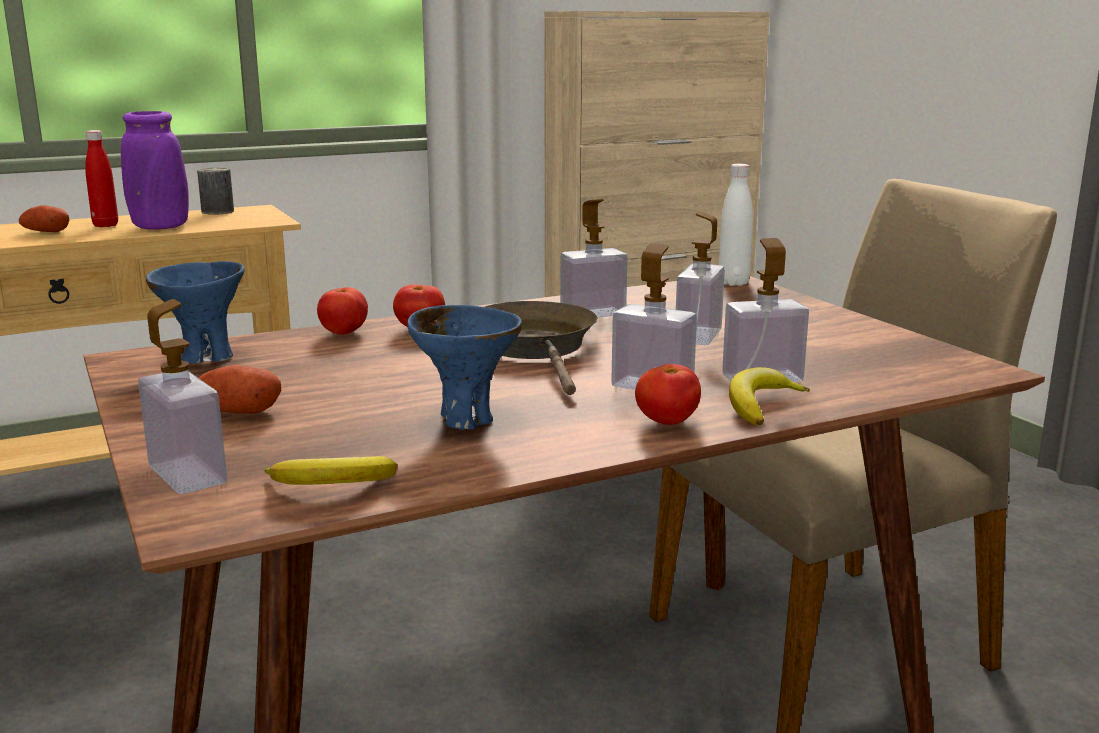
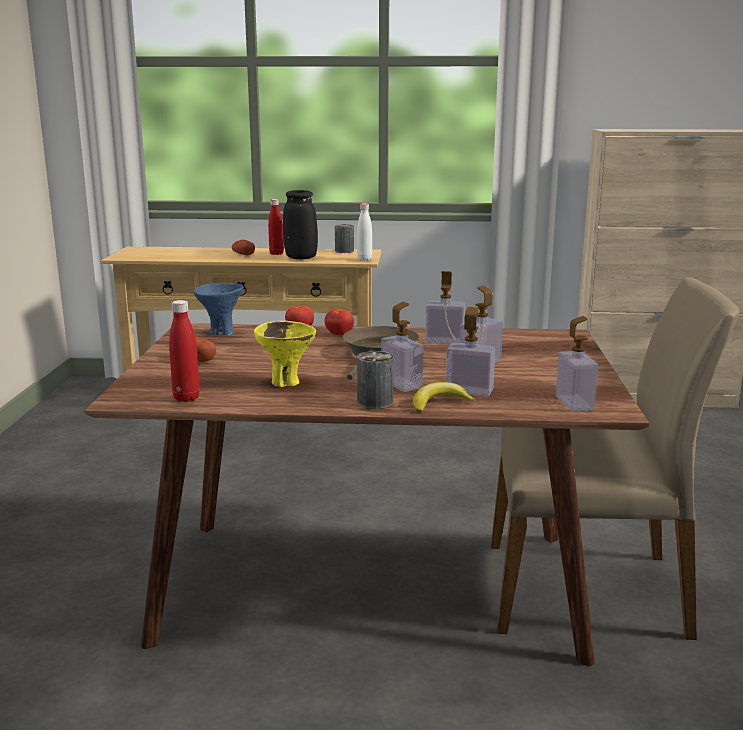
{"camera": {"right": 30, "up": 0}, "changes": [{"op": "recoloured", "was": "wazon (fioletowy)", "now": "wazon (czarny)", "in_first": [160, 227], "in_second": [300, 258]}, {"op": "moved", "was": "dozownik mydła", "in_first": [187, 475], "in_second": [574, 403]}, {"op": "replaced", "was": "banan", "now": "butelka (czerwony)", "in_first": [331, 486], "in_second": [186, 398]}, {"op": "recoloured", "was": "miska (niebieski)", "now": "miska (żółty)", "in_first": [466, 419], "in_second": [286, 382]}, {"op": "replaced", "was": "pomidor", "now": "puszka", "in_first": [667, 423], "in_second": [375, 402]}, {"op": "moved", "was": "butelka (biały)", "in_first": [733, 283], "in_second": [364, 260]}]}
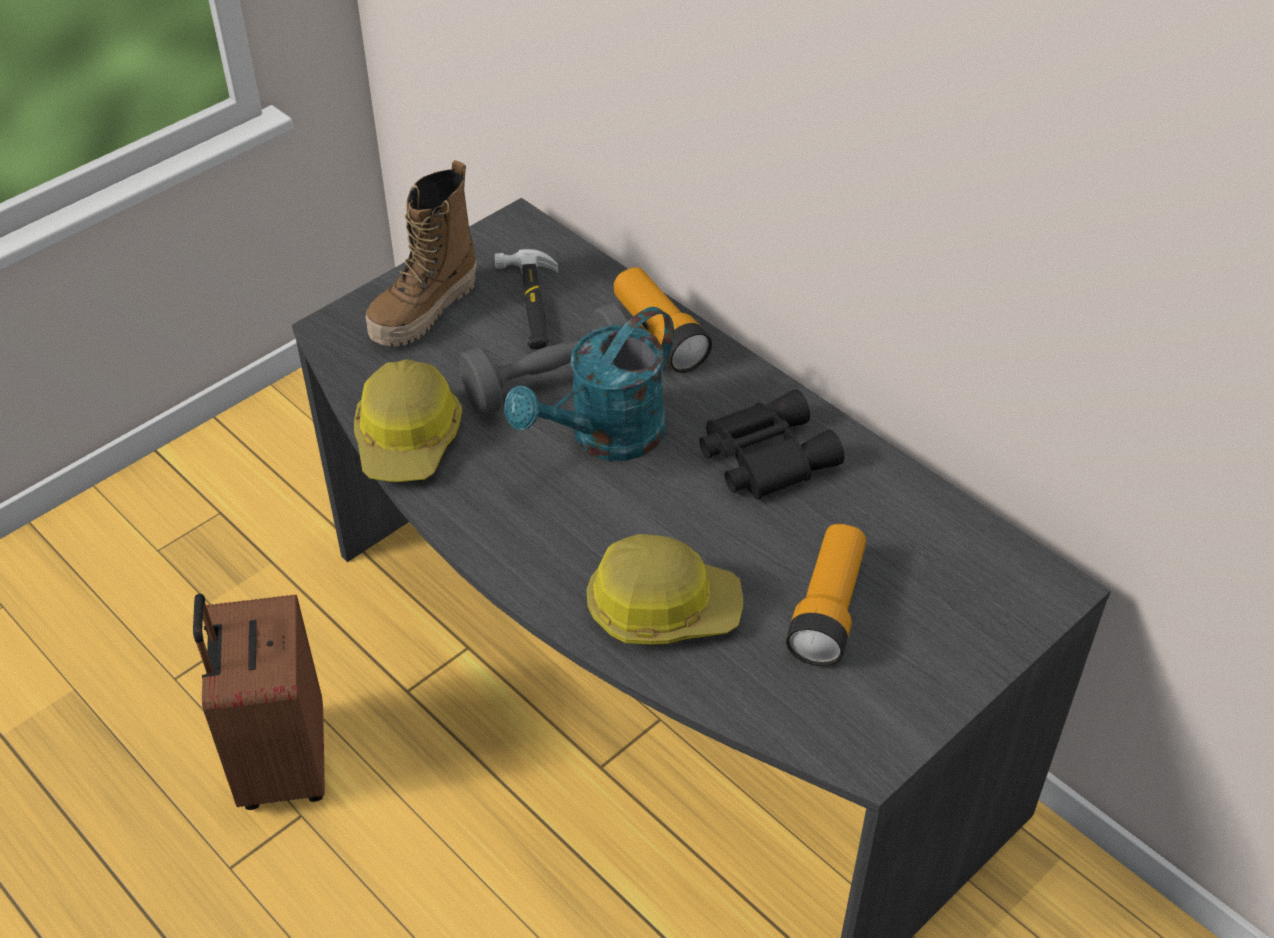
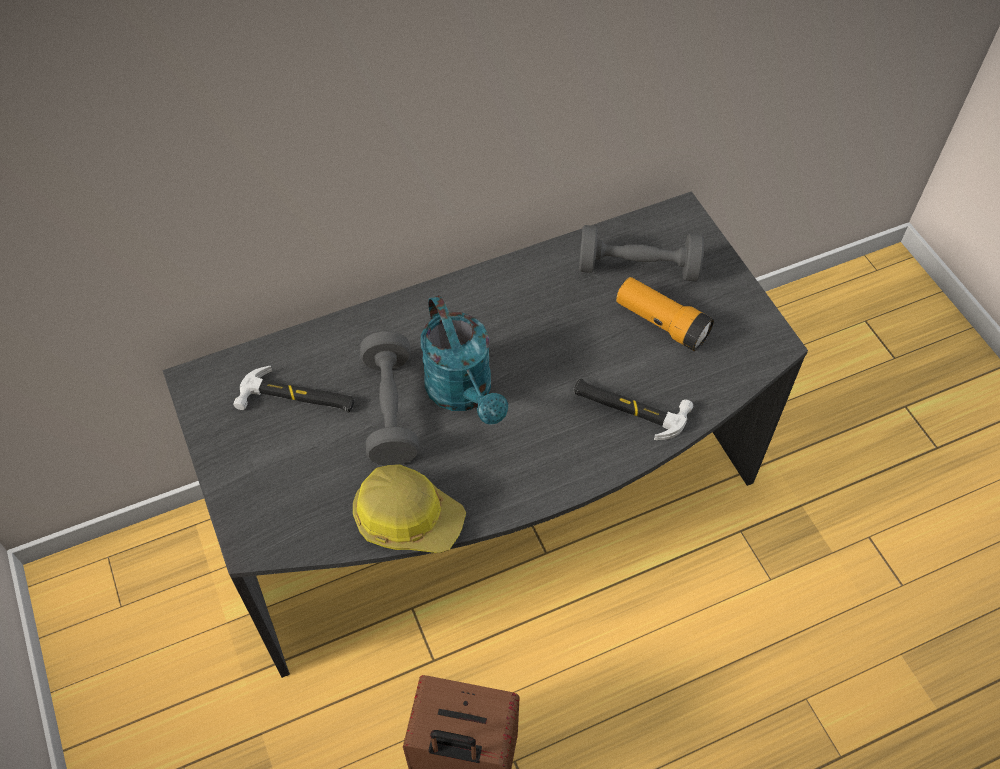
{"camera": {"right": -70, "up": 10}, "changes": [{"op": "removed", "was": "but z cholewką", "in_first": [425, 311]}, {"op": "replaced", "was": "kask", "now": "młotek", "in_first": [662, 607], "in_second": [629, 407]}, {"op": "removed", "was": "latarka", "in_first": [659, 335]}, {"op": "removed", "was": "lornetka (czarny)", "in_first": [763, 456]}, {"op": "added", "now": "hantel (szary)", "in_second": [638, 268]}]}
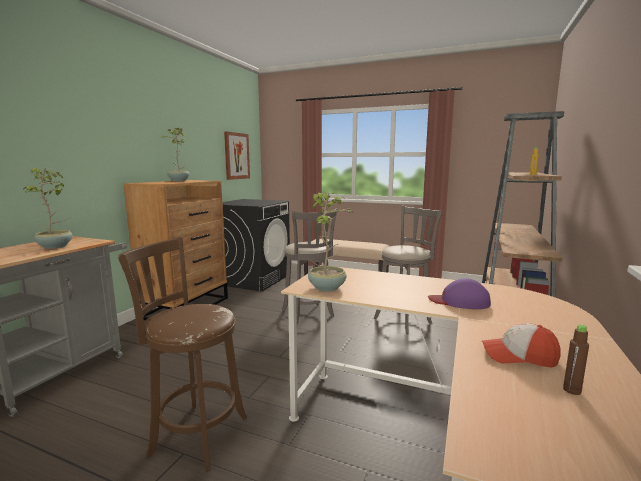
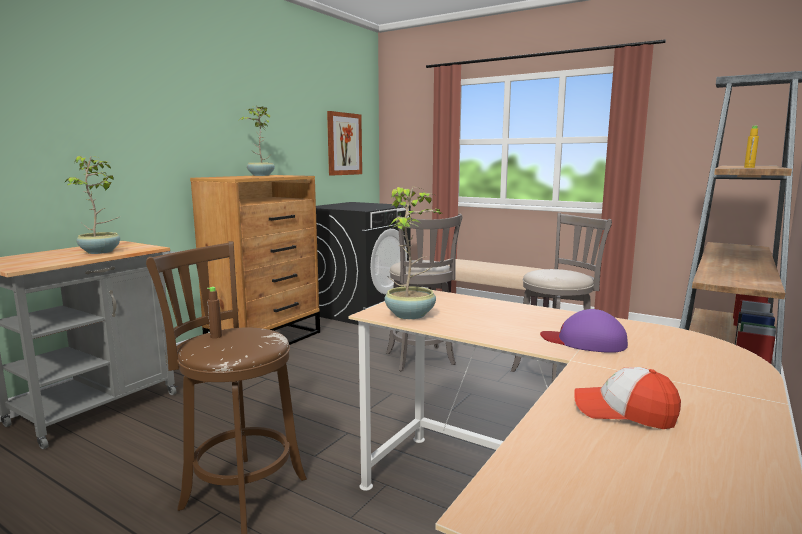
{"camera": {"right": 10, "up": 0}, "changes": [{"op": "moved", "was": "butelka (brązowy)", "in_first": [572, 390], "in_second": [216, 336]}]}
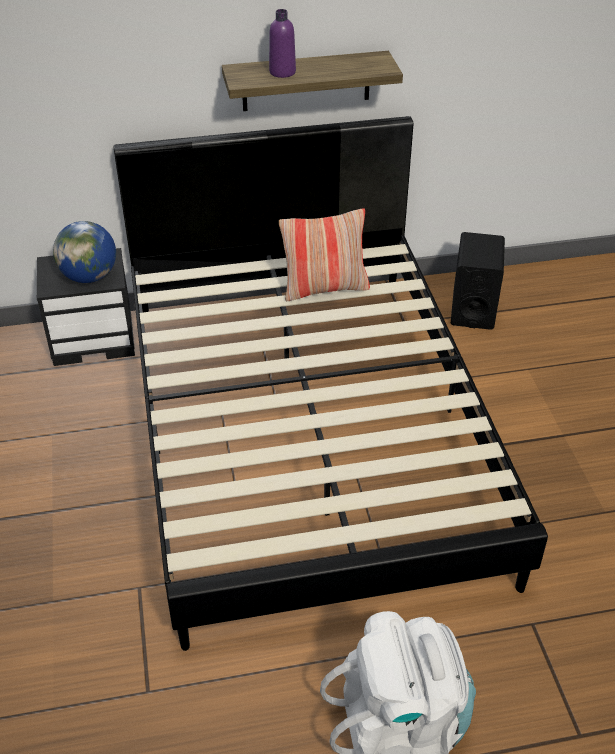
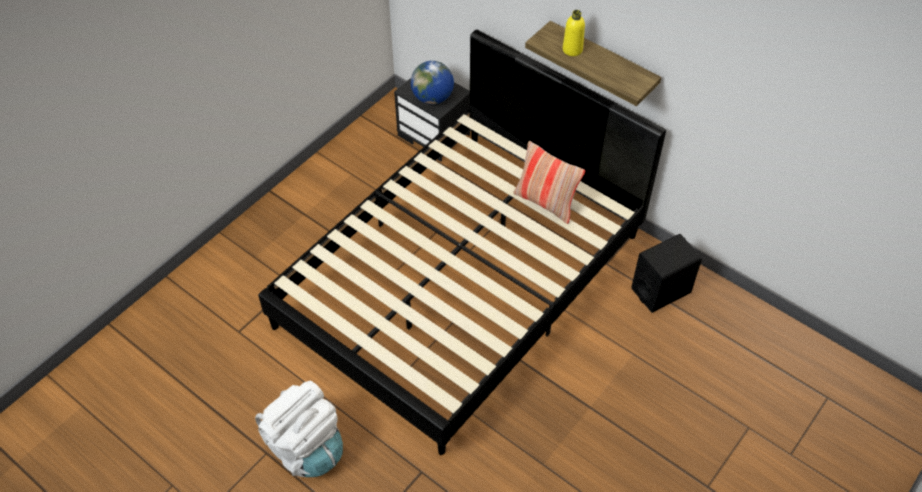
{"camera": {"right": 50, "up": 10}, "changes": [{"op": "recoloured", "was": "butelka (fioletowy)", "now": "butelka (żółty)", "in_first": [282, 72], "in_second": [572, 50]}]}
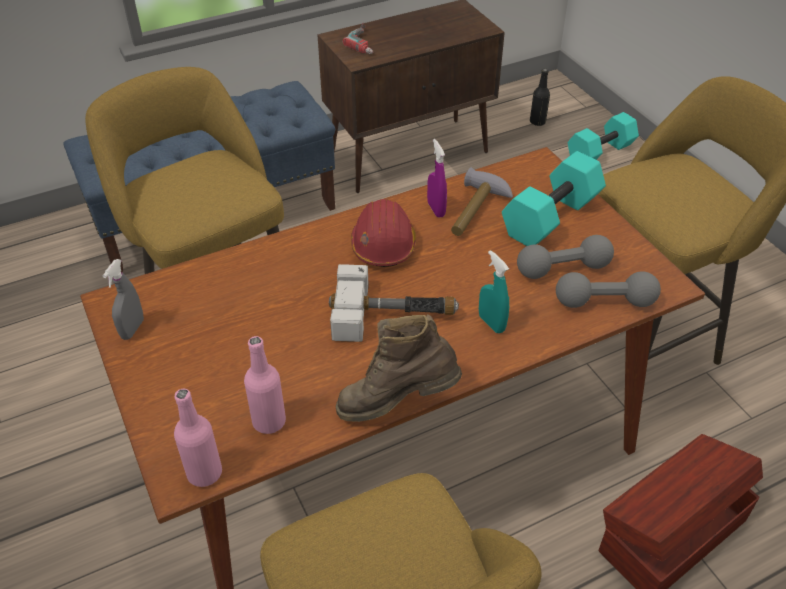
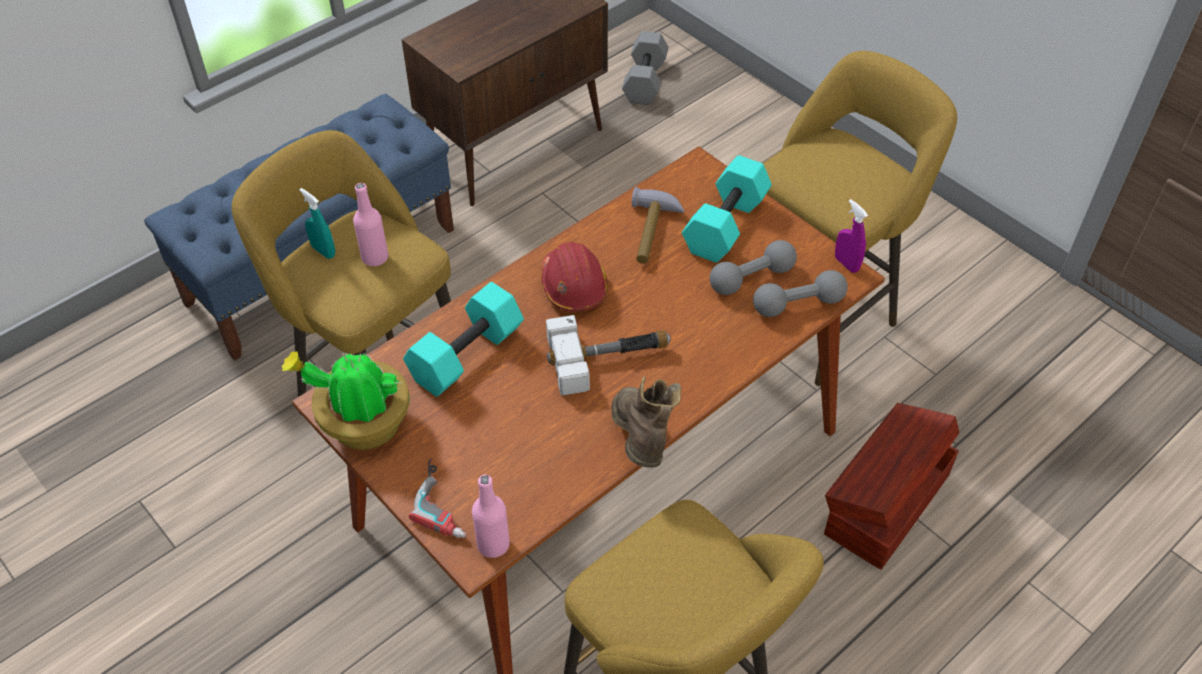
{"camera": {"right": -15, "up": 5}, "changes": [{"op": "replaced", "was": "spryskiwacz (szary)", "now": "roślina doniczkowa", "in_first": [132, 329], "in_second": [362, 425]}, {"op": "moved", "was": "butelka (różowy)", "in_first": [269, 421], "in_second": [375, 257]}, {"op": "turned", "was": "but z cholewką (brązowy)", "in_first": [397, 402], "in_second": [641, 442], "clockwise": 105}, {"op": "moved", "was": "wiertarka", "in_first": [367, 42], "in_second": [447, 502]}, {"op": "moved", "was": "spryskiwacz (fioletowy)", "in_first": [436, 209], "in_second": [846, 264]}, {"op": "moved", "was": "spryskiwacz (turkusowy)", "in_first": [491, 323], "in_second": [323, 251]}, {"op": "replaced", "was": "butelka (czarny)", "now": "hantel (szary)", "in_first": [537, 122], "in_second": [646, 81]}, {"op": "moved", "was": "hantel (turkusowy)", "in_first": [600, 151], "in_second": [466, 353]}]}
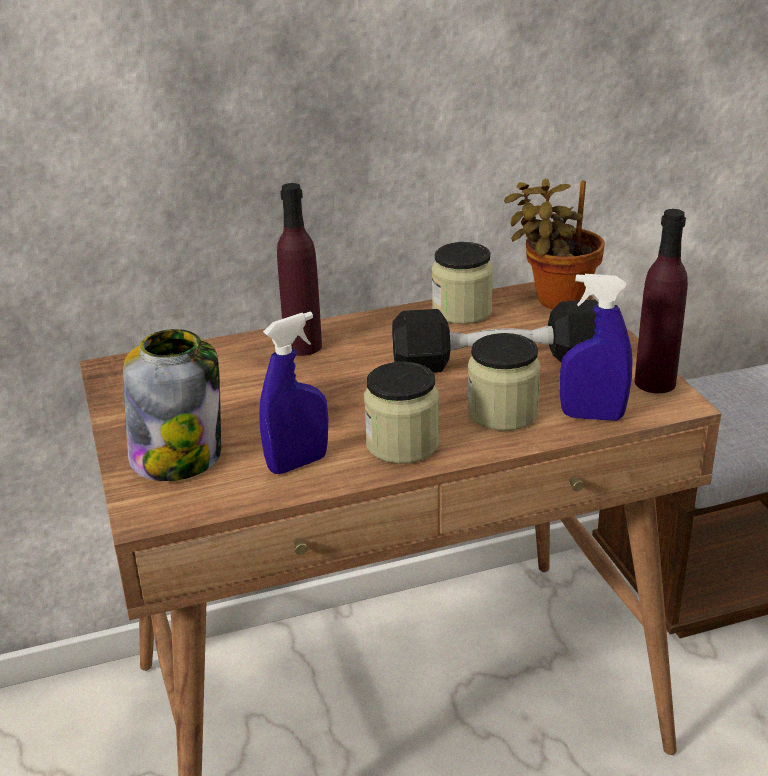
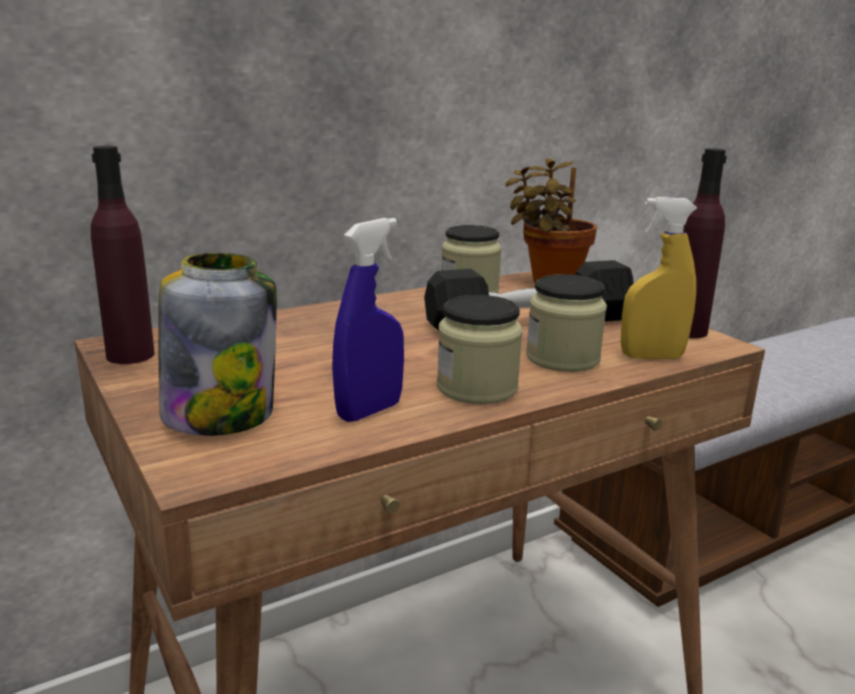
{"camera": {"right": -15, "up": -10}, "changes": [{"op": "moved", "was": "butelka (fioletowy)", "in_first": [303, 346], "in_second": [130, 355]}, {"op": "recoloured", "was": "spryskiwacz (niebieski)", "now": "spryskiwacz (żółty)", "in_first": [592, 416], "in_second": [651, 357]}]}
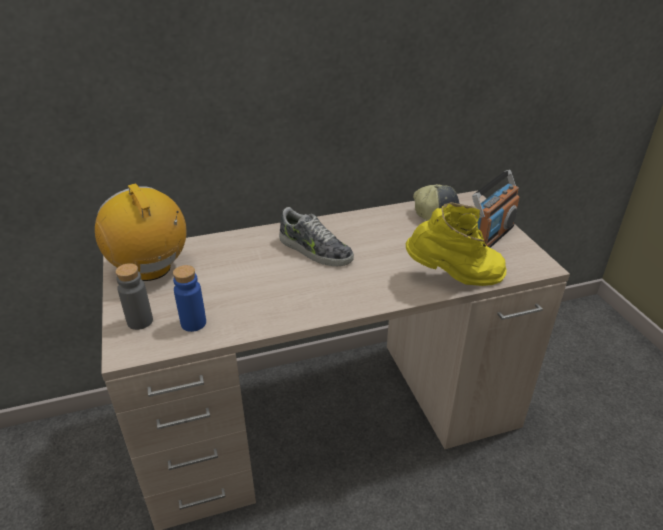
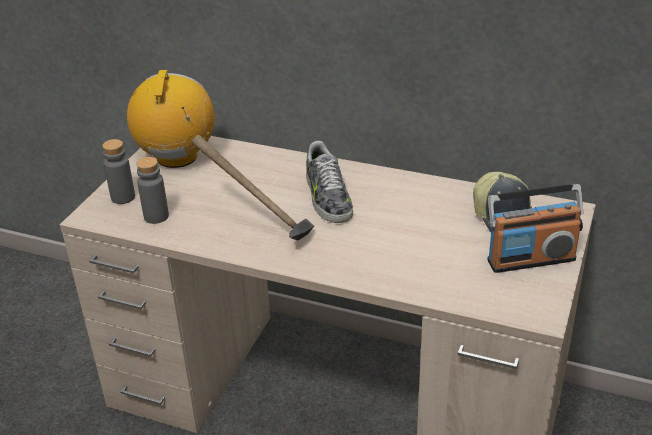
{"camera": {"right": 40, "up": 0}, "changes": [{"op": "recoloured", "was": "butelka (niebieski)", "now": "butelka (szary)", "in_first": [193, 323], "in_second": [156, 216]}, {"op": "removed", "was": "but z cholewką (żółty)", "in_first": [454, 278]}, {"op": "added", "now": "młotek", "in_second": [258, 227]}]}
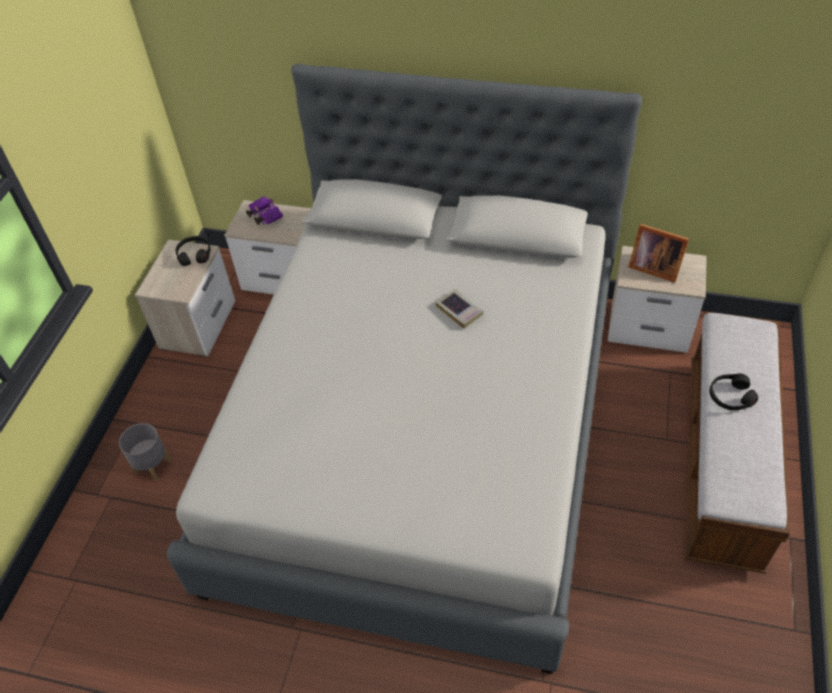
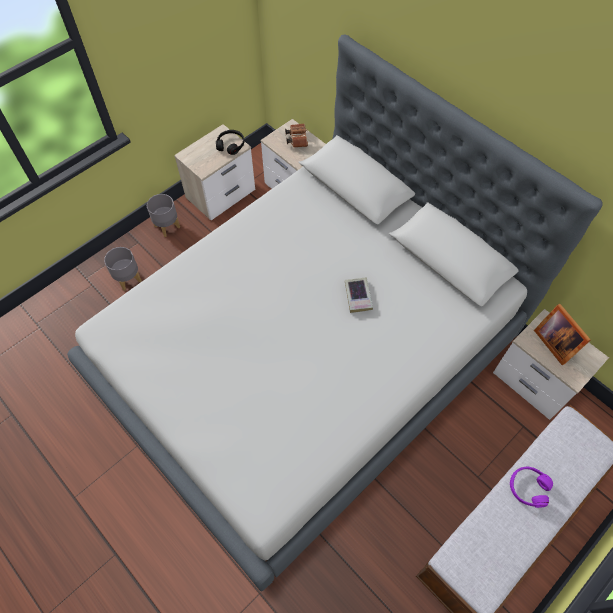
{"camera": {"right": 30, "up": 10}, "changes": [{"op": "recoloured", "was": "lornetka (fioletowy)", "now": "lornetka (brązowy)", "in_first": [264, 216], "in_second": [297, 139]}, {"op": "recoloured", "was": "słuchawki (czarny)", "now": "słuchawki (fioletowy)", "in_first": [730, 396], "in_second": [528, 488]}, {"op": "added", "now": "donica (szary)", "in_second": [167, 226]}]}
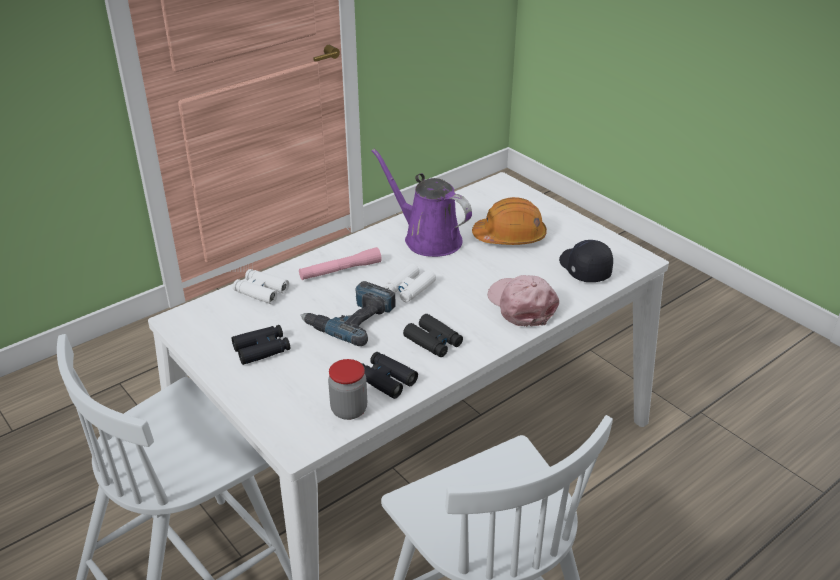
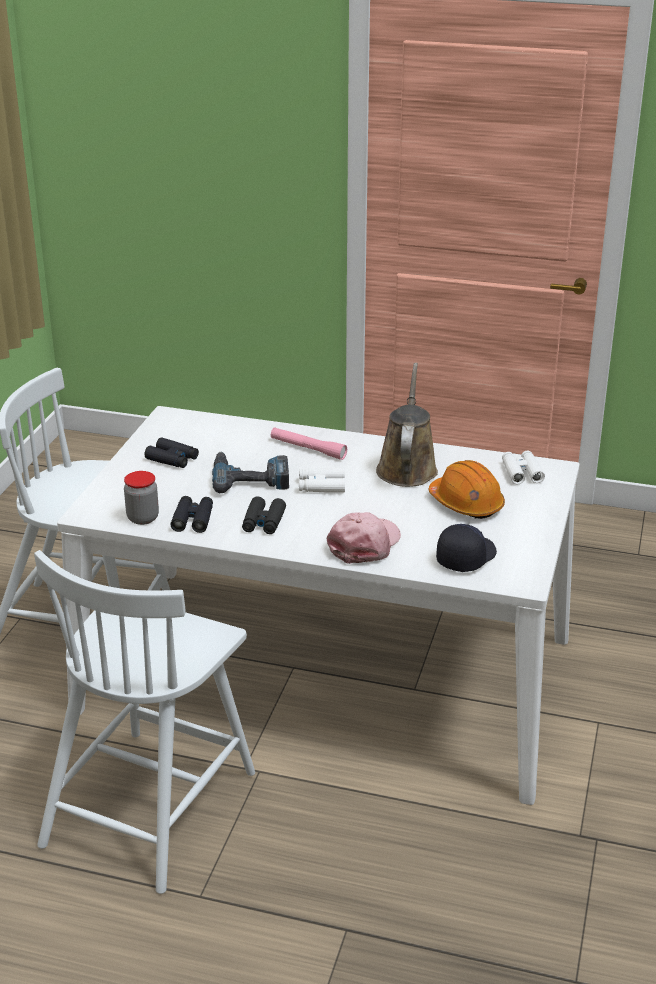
{"camera": {"right": 55, "up": -5}, "changes": [{"op": "moved", "was": "lornetka (biały)", "in_first": [261, 291], "in_second": [521, 472]}, {"op": "recoloured", "was": "konewka (fioletowy)", "now": "konewka (brązowy)", "in_first": [428, 238], "in_second": [407, 467]}]}
